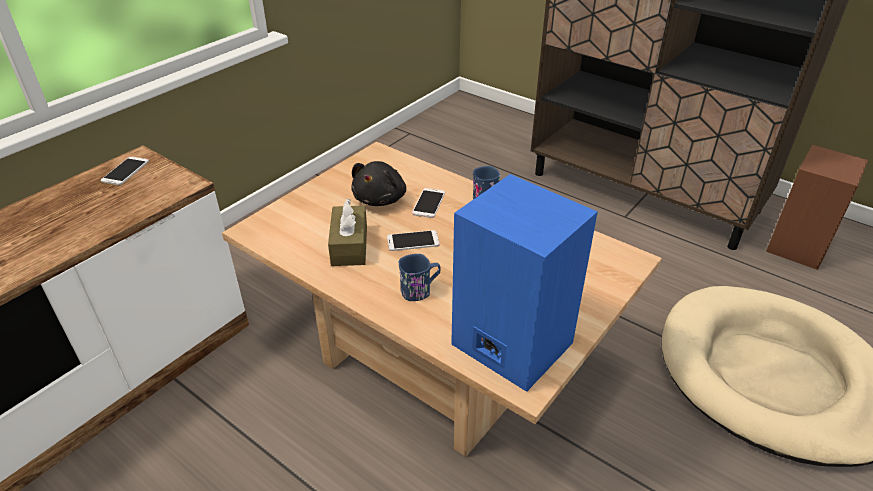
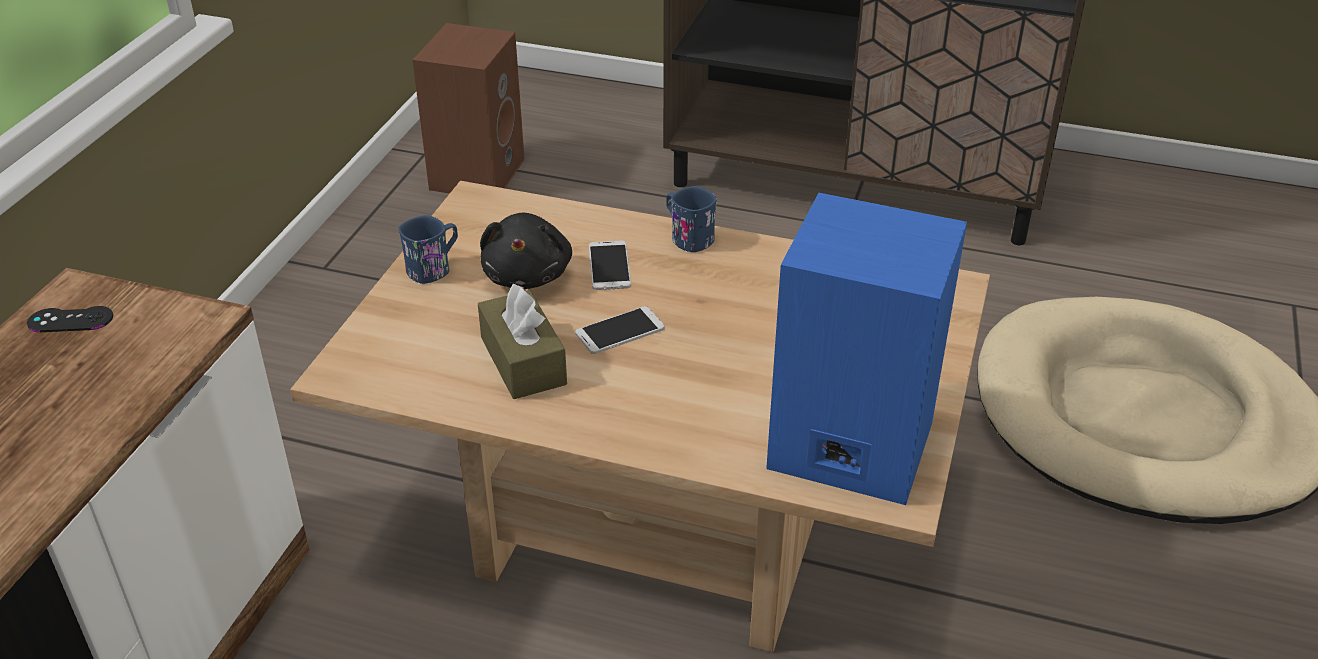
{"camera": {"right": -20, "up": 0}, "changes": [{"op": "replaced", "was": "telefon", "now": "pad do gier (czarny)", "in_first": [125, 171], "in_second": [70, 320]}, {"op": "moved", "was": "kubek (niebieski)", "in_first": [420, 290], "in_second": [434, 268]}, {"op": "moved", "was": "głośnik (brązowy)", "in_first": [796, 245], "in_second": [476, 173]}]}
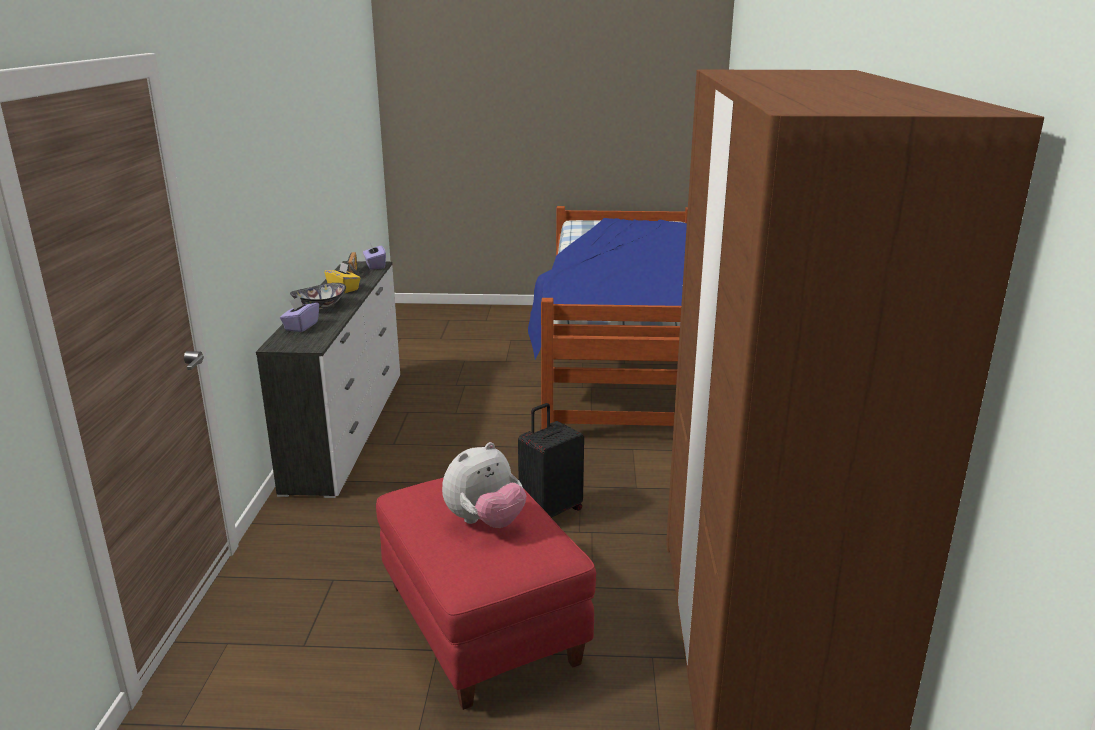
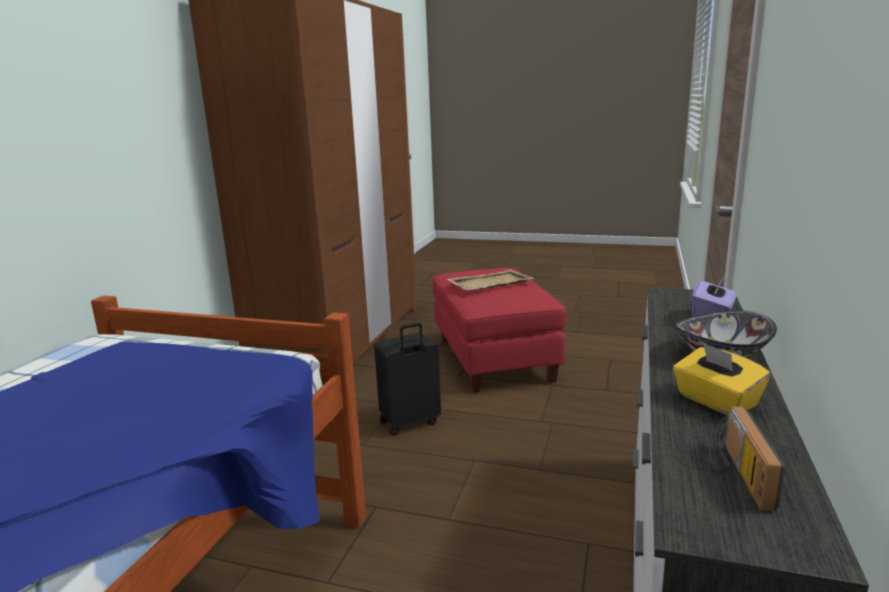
{"camera": {"right": -165, "up": -5}, "changes": [{"op": "removed", "was": "pudełko chusteczek (fioletowy)", "in_first": [375, 266]}, {"op": "replaced", "was": "pluszak", "now": "taca (beżowy)", "in_first": [485, 522], "in_second": [489, 283]}]}
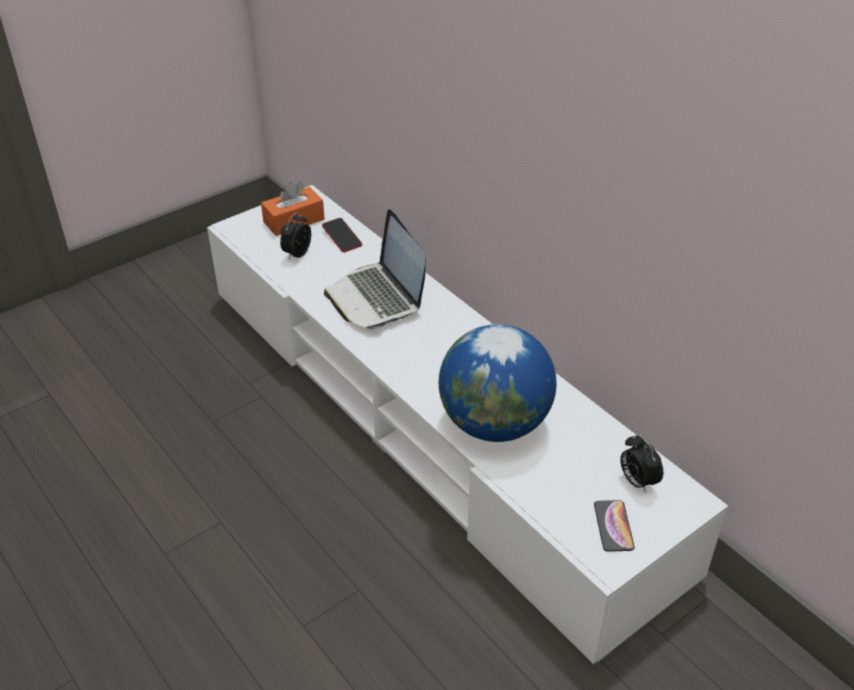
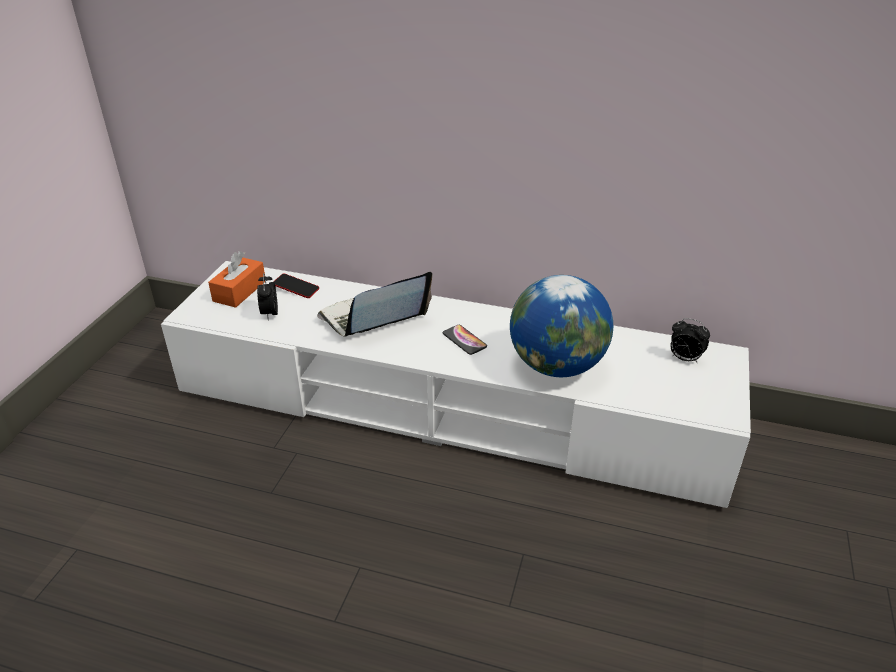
{"camera": {"right": -35, "up": -5}, "changes": [{"op": "turned", "was": "laptop", "in_first": [377, 298], "in_second": [373, 319], "clockwise": 120}, {"op": "moved", "was": "telefon", "in_first": [613, 526], "in_second": [464, 340]}]}
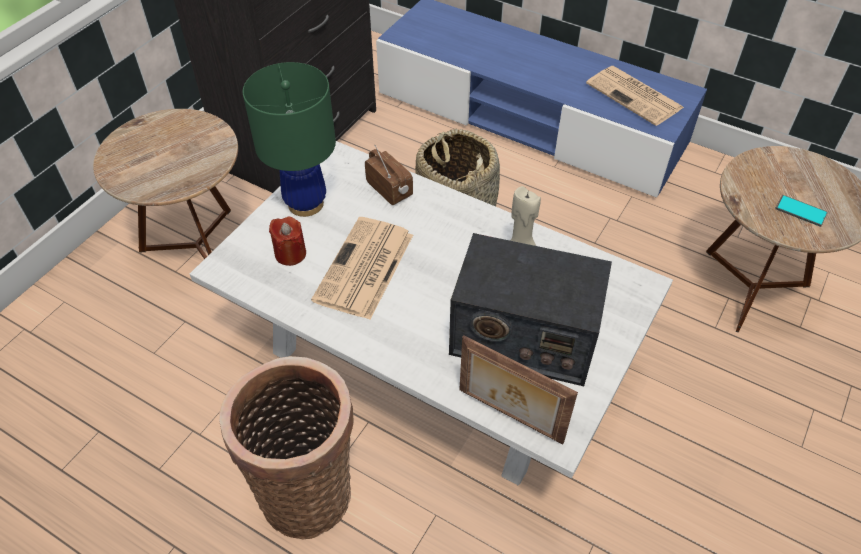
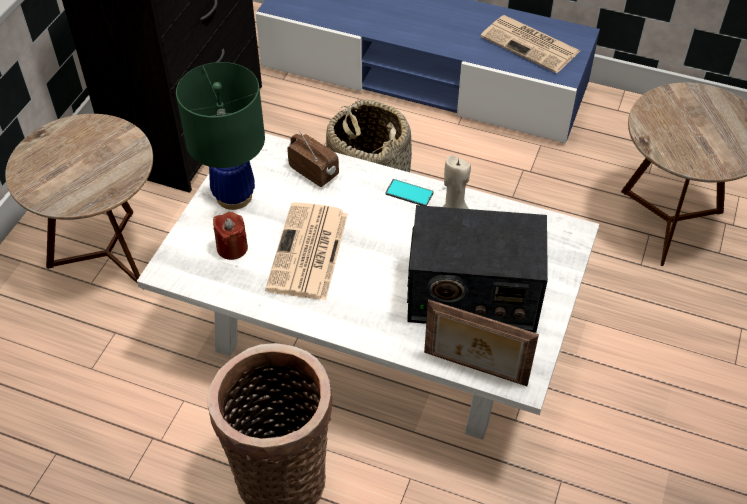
{"camera": {"right": -10, "up": 0}, "changes": [{"op": "moved", "was": "telefon", "in_first": [800, 211], "in_second": [409, 193]}]}
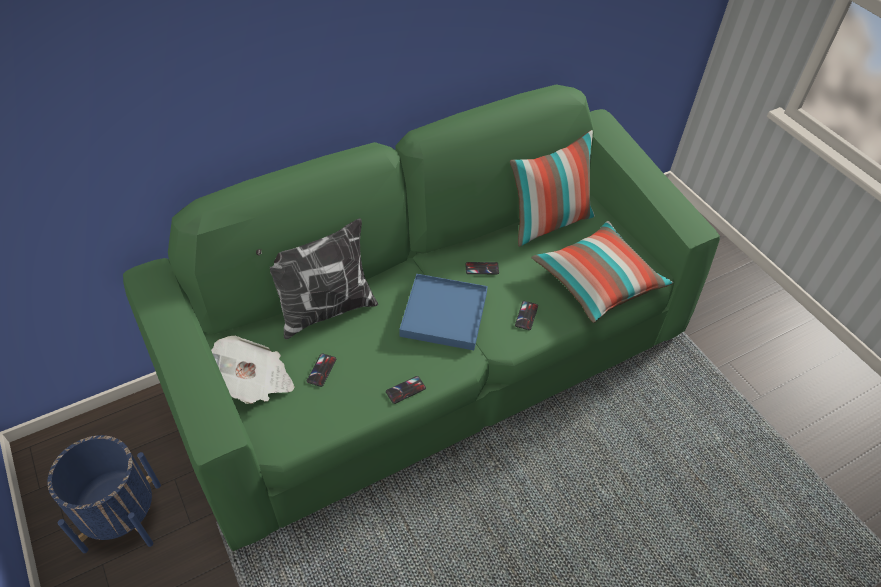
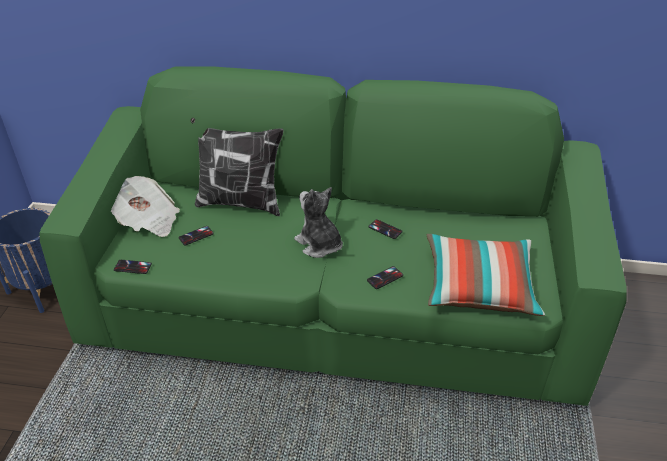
{"camera": {"right": 40, "up": -10}, "changes": [{"op": "moved", "was": "telefon", "in_first": [405, 390], "in_second": [132, 267]}, {"op": "replaced", "was": "taca (niebieski)", "now": "pluszak", "in_first": [444, 314], "in_second": [319, 244]}, {"op": "removed", "was": "poduszka", "in_first": [548, 222]}]}
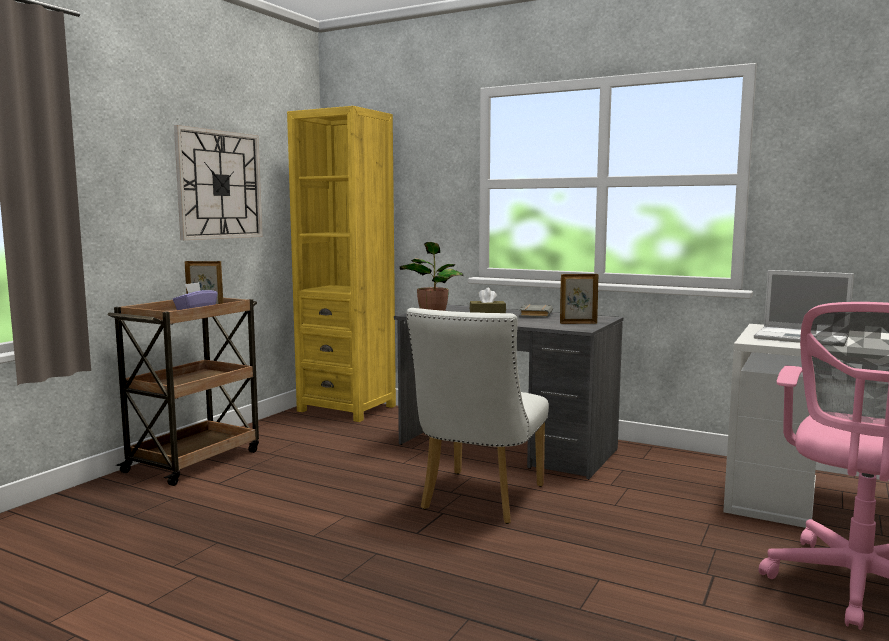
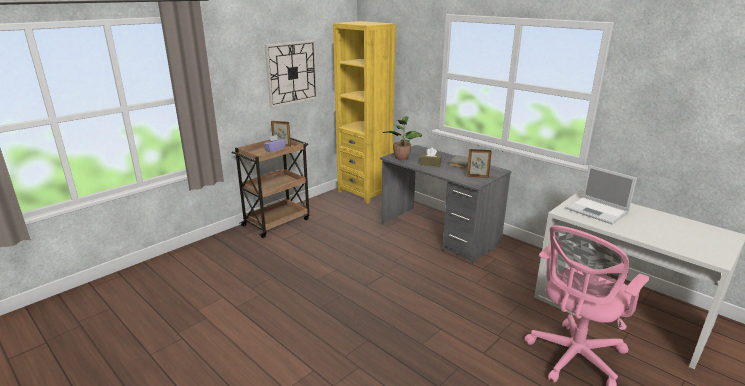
{"camera": {"right": 15, "up": 15}, "changes": [{"op": "removed", "was": "krzesło (biały)", "in_first": [478, 500]}]}
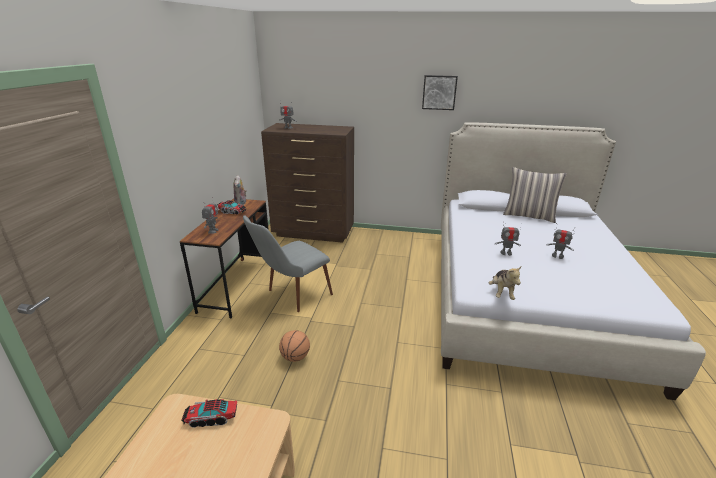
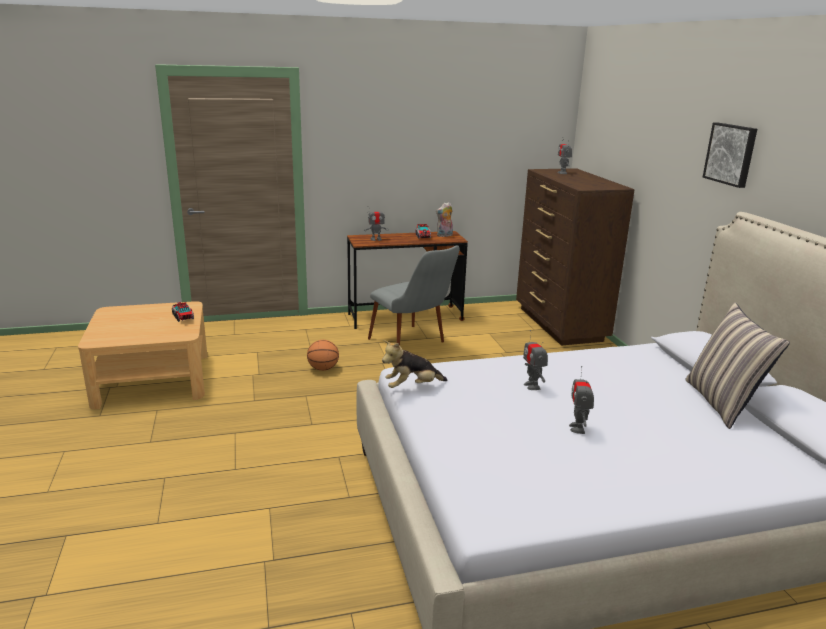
{"camera": {"right": 65, "up": -5}, "changes": [{"op": "turned", "was": "krzesło (szary)", "in_first": [291, 296], "in_second": [413, 345], "clockwise": -150}]}
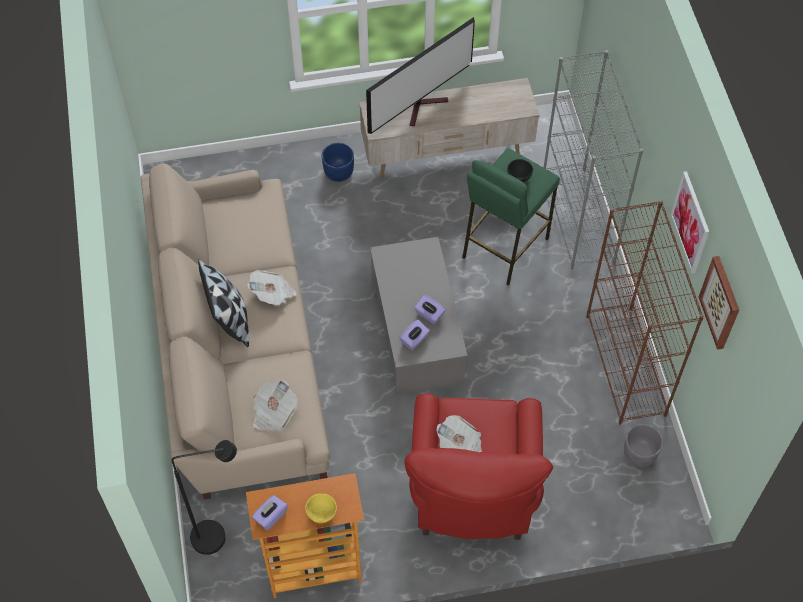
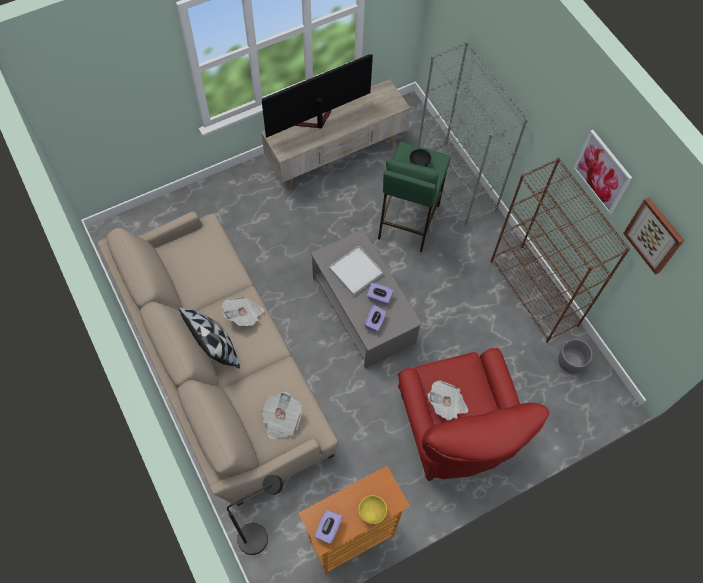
{"camera": {"right": -20, "up": 5}, "changes": [{"op": "removed", "was": "donica (niebieski)", "in_first": [339, 172]}, {"op": "turned", "was": "telewizor", "in_first": [424, 106], "in_second": [315, 122], "clockwise": -150}, {"op": "added", "now": "taca (biały)", "in_second": [356, 272]}]}
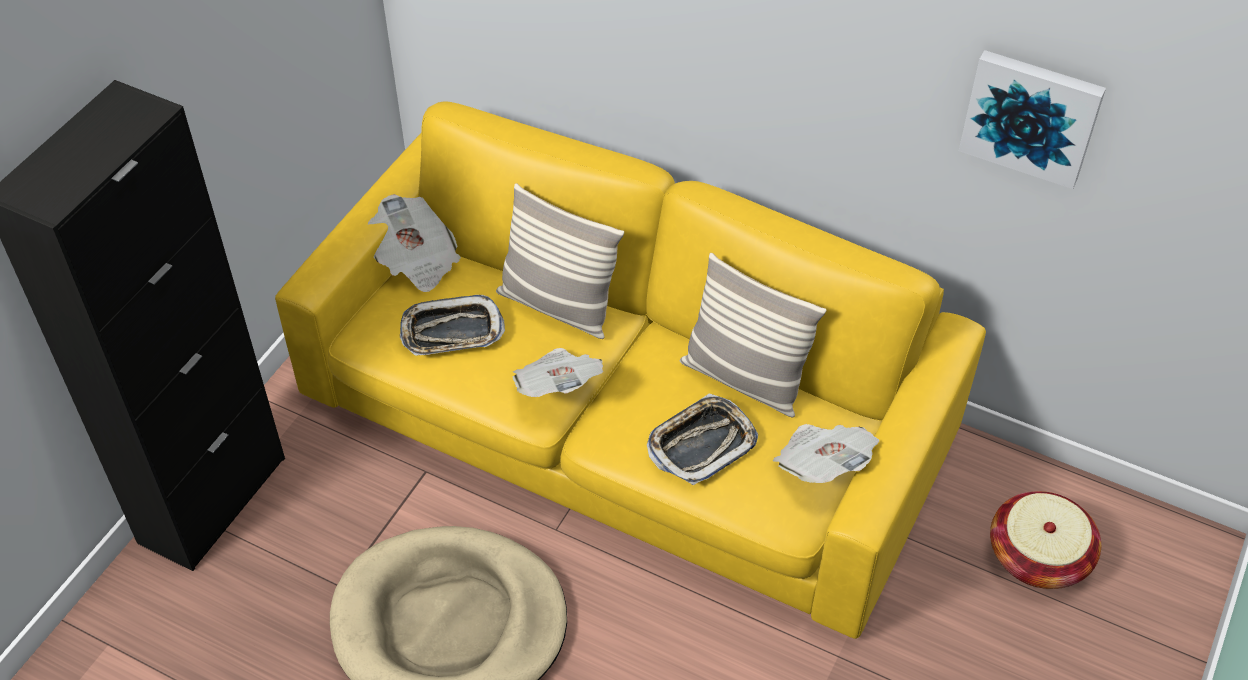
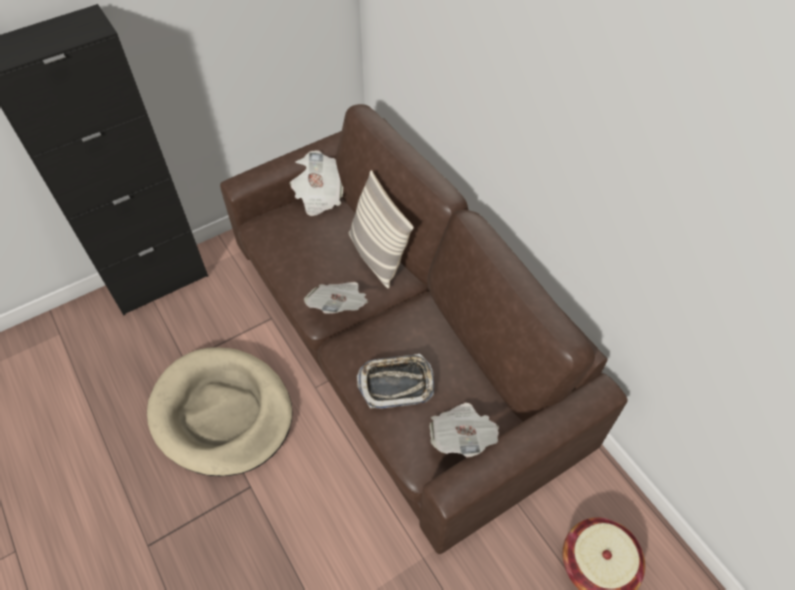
{"camera": {"right": 30, "up": 5}, "changes": [{"op": "recoloured", "was": "kanapa (żółty)", "now": "kanapa (brązowy)", "in_first": [624, 417], "in_second": [398, 340]}, {"op": "removed", "was": "taca", "in_first": [451, 332]}, {"op": "removed", "was": "poduszka", "in_first": [744, 379]}, {"op": "removed", "was": "obraz", "in_first": [1031, 116]}]}
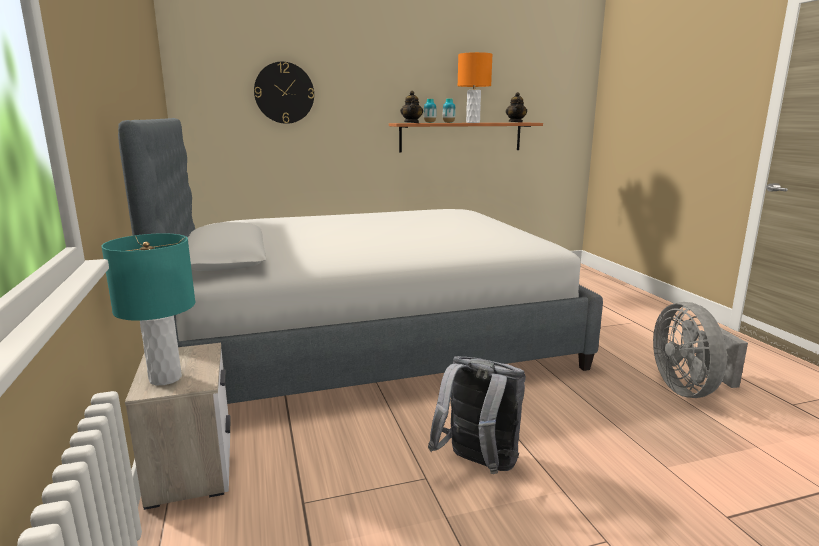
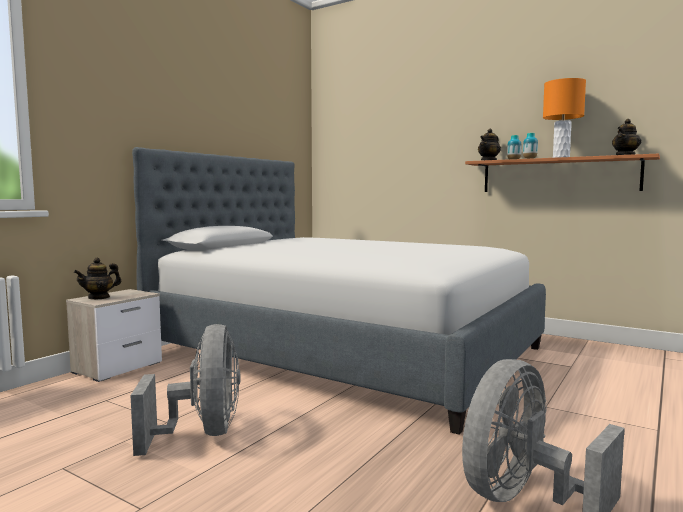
{"camera": {"right": 50, "up": -10}, "changes": [{"op": "replaced", "was": "lampa stołowa (turkusowy)", "now": "imbryk", "in_first": [166, 378], "in_second": [99, 297]}, {"op": "removed", "was": "zegar ścienny", "in_first": [284, 93]}, {"op": "replaced", "was": "plecak (szary)", "now": "wentylator (szary)", "in_first": [478, 465], "in_second": [203, 433]}]}
